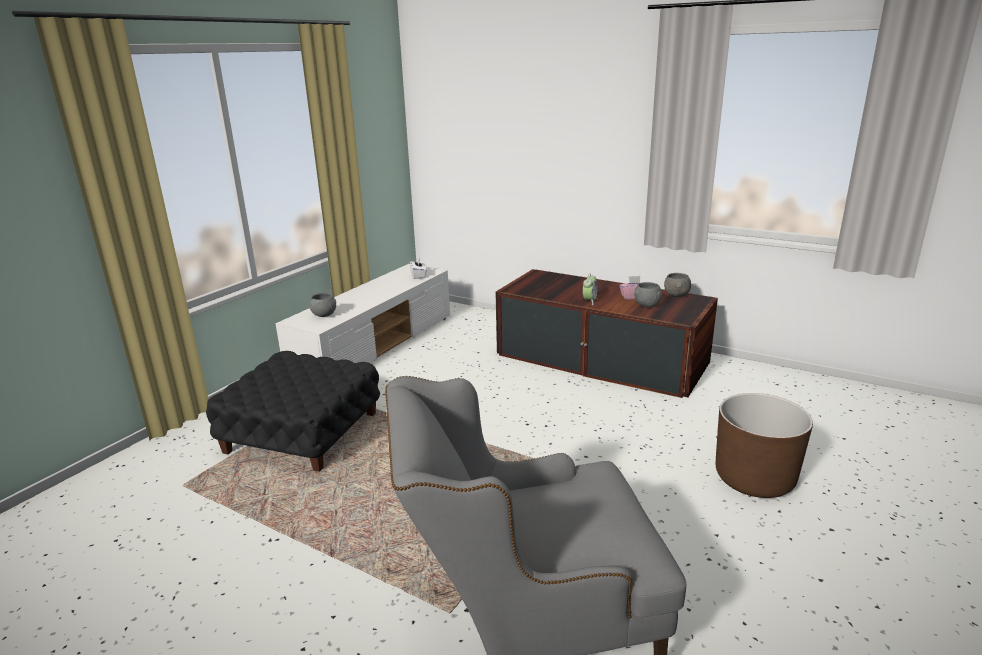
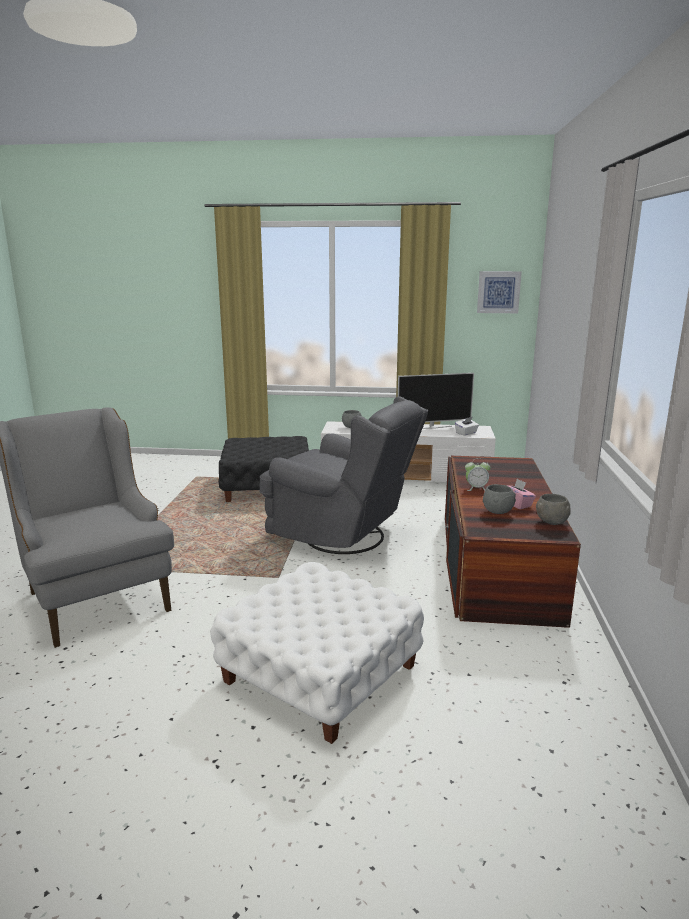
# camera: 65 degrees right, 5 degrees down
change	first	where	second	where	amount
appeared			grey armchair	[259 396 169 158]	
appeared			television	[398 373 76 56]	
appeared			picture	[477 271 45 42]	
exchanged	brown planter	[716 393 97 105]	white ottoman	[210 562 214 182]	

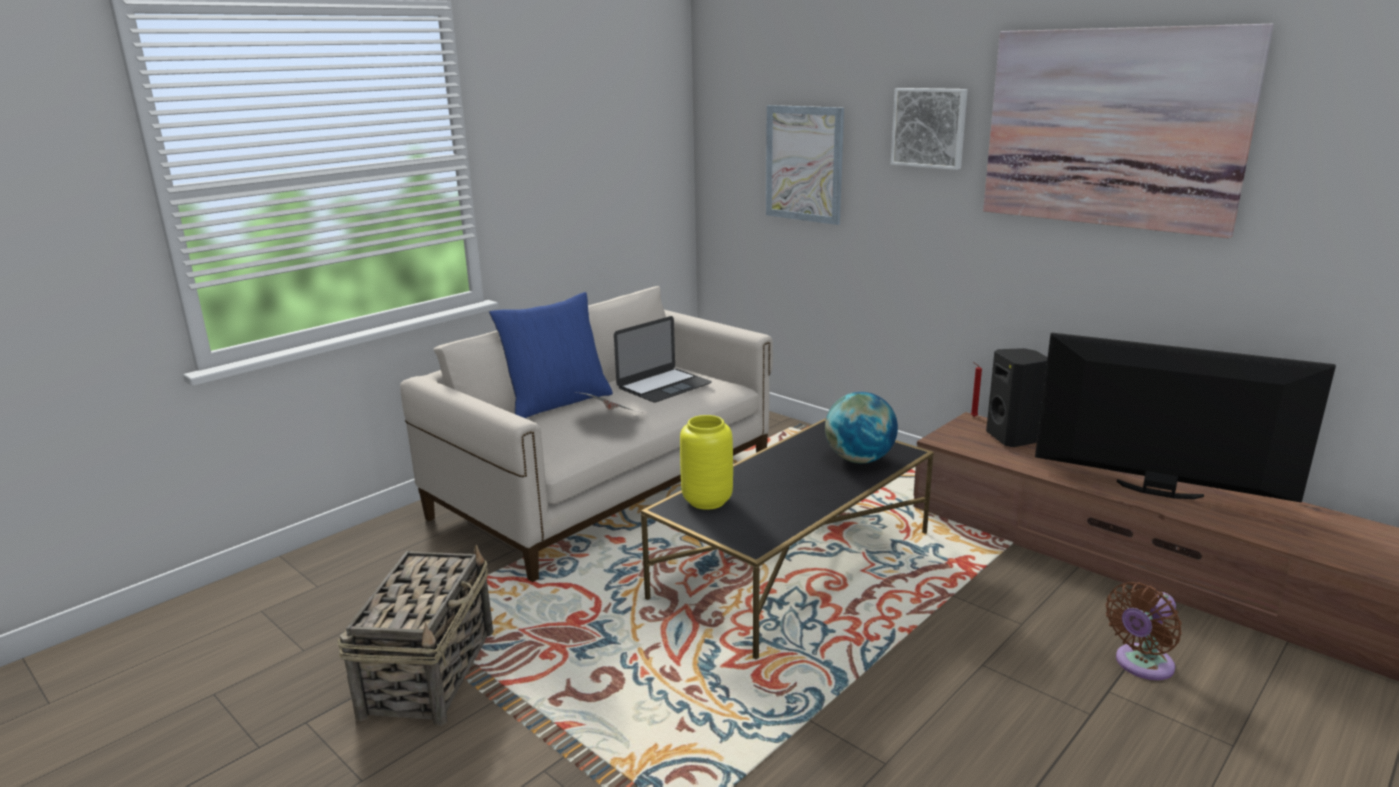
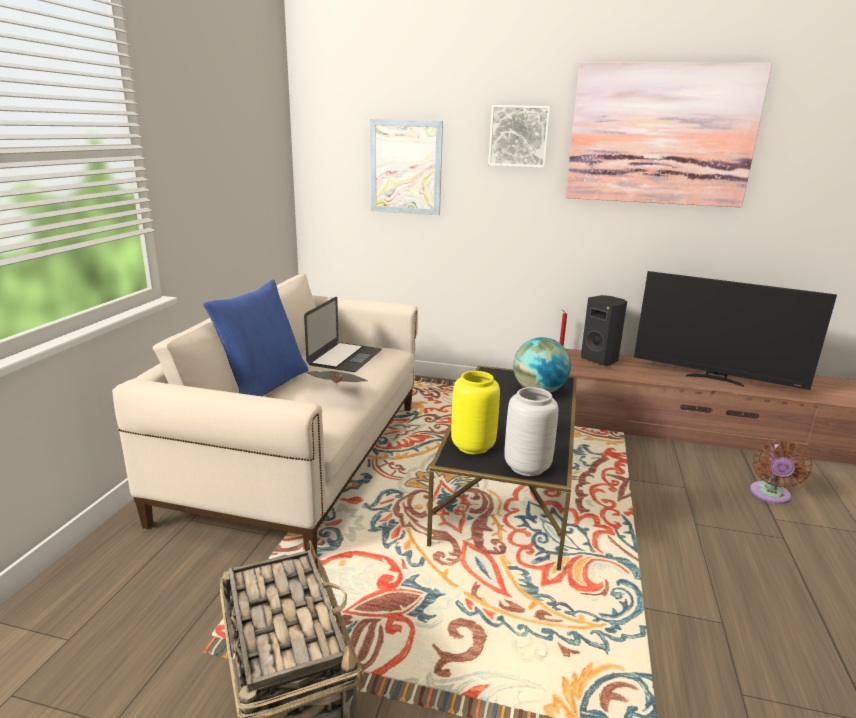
# camera: 30 degrees left, 0 degrees up
change	first	where	second	where	amount
appeared			grey vase	[504 387 54 89]	
spun	television	[1035 333 301 170]		[634 271 203 119]	150 degrees counterclockwise

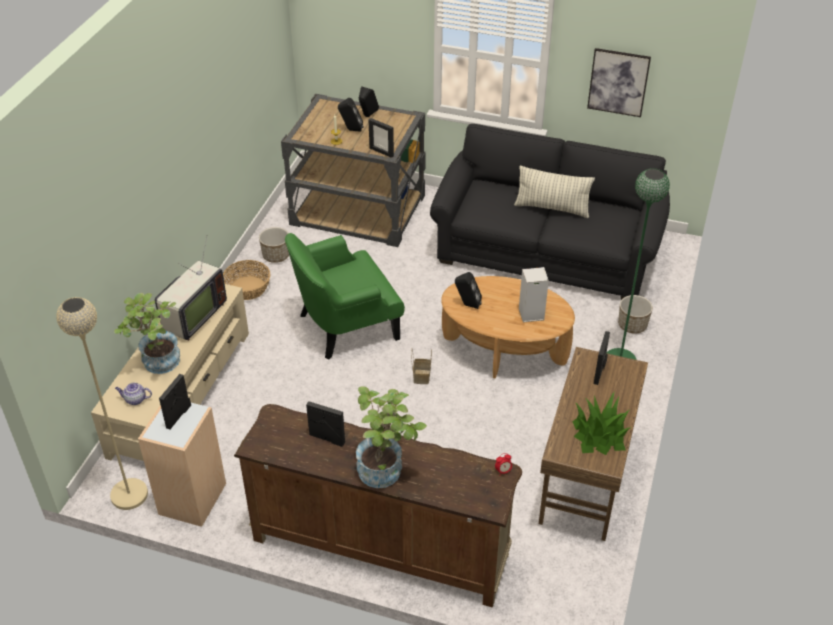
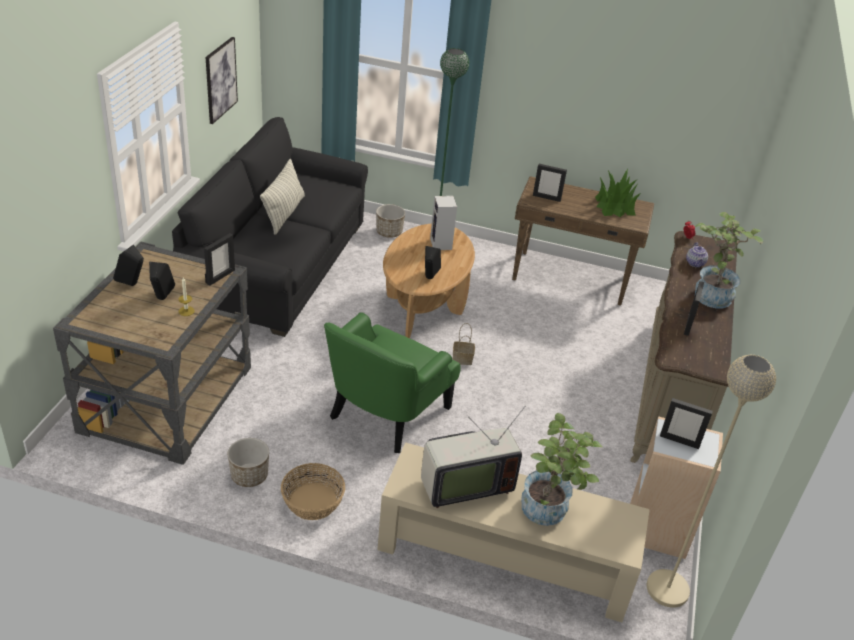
# camera: 95 degrees left, 5 degrees down
change	first	where	second	where	amount
relocated	teapot	[115 383 37 22]		[686 242 22 25]	
spun	television	[155 235 72 106]		[421 405 105 103]	135 degrees clockwise
spun	green armchair	[285 233 120 127]		[324 312 137 141]	60 degrees clockwise

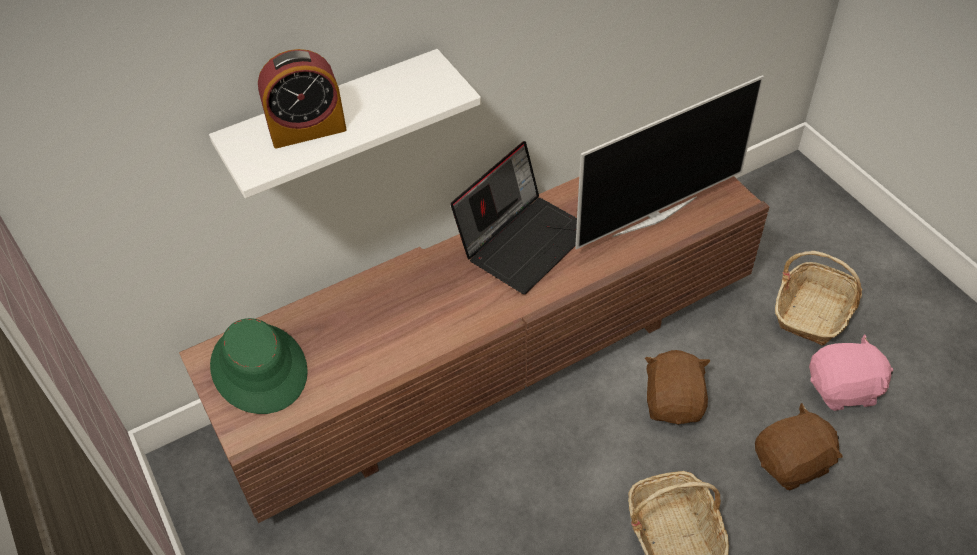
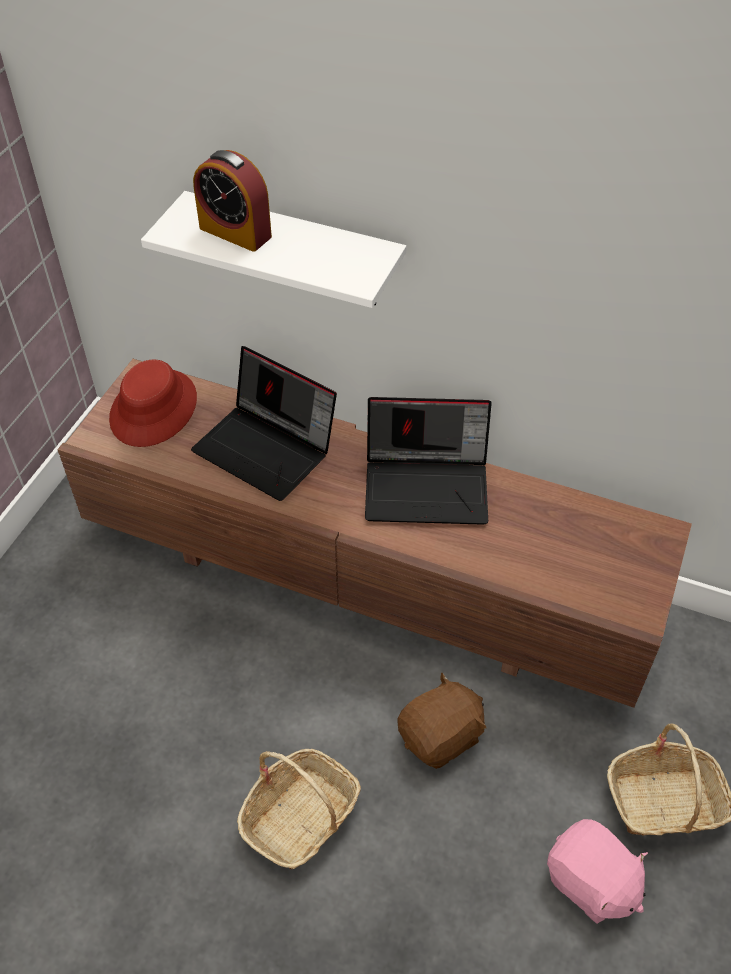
# camera: 50 degrees right, 0 degrees up
change	first	where	second	where	amount
missing	television	[575 75 189 174]			
missing	brown plush toy	[755 403 88 87]			
appeared			laptop	[191 346 146 155]	
colour	green hat	[210 318 98 96]	red hat	[109 359 88 88]	

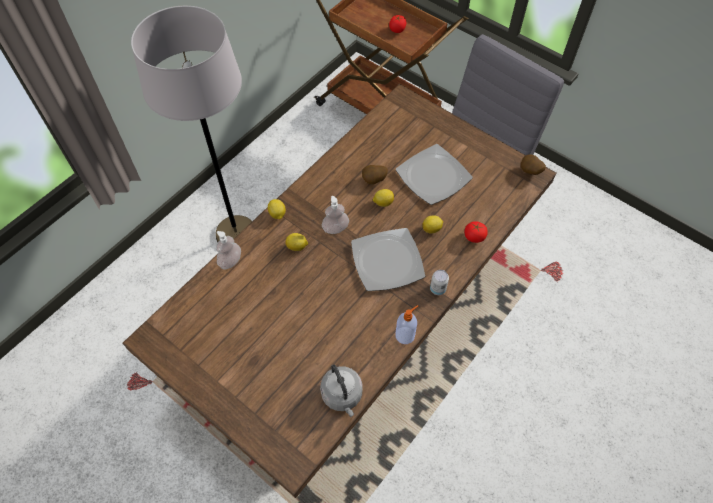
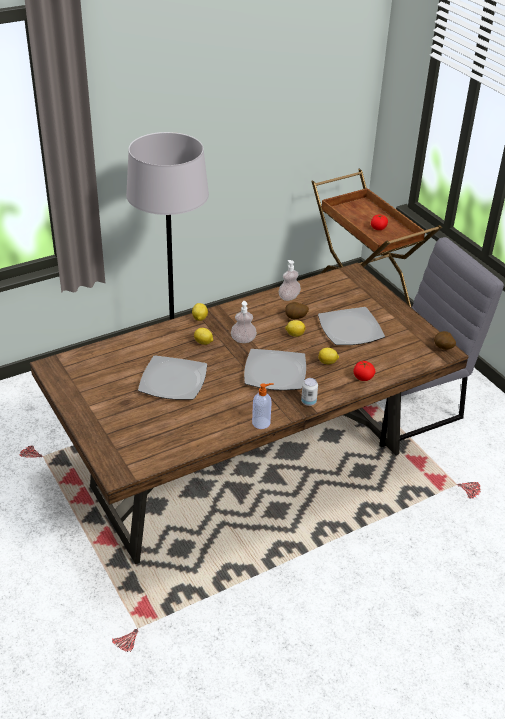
# camera: 20 degrees right, 20 degrees down
change	first	where	second	where	amount
missing	grey kettle	[320 365 43 52]			
appeared			plate	[138 356 69 44]	
relocated	soap dispenser	[216 231 25 38]		[279 260 22 41]	

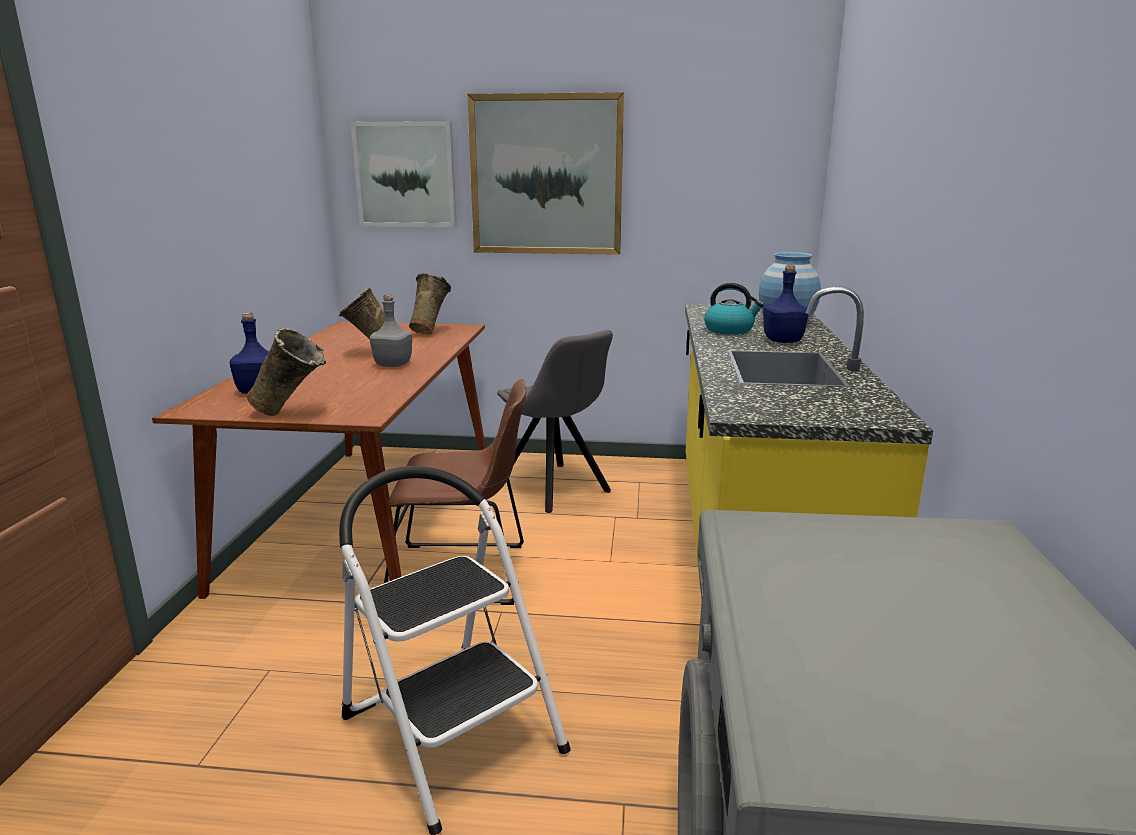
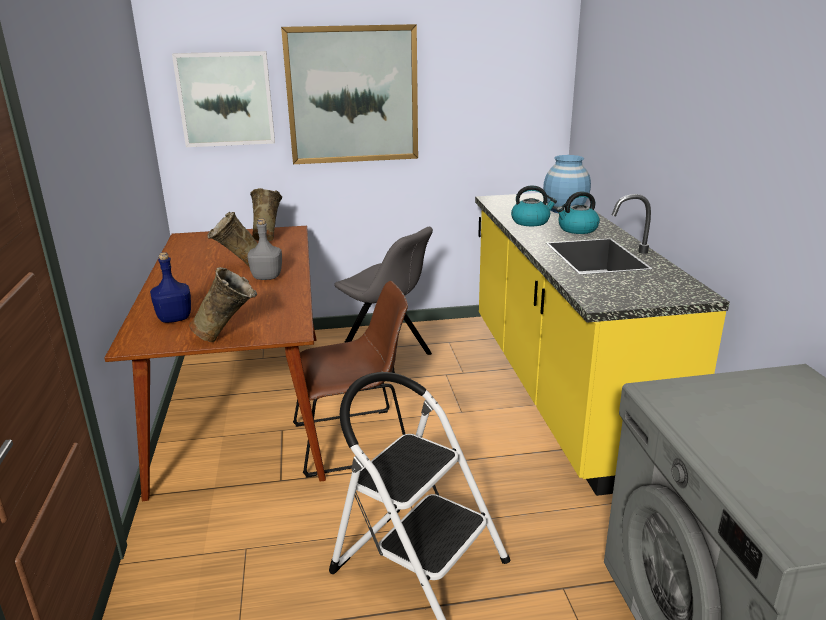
# camera: 15 degrees left, 5 degrees up
change	first	where	second	where	amount
exchanged	blue bottle	[763 265 45 78]	kettle	[556 192 44 42]	

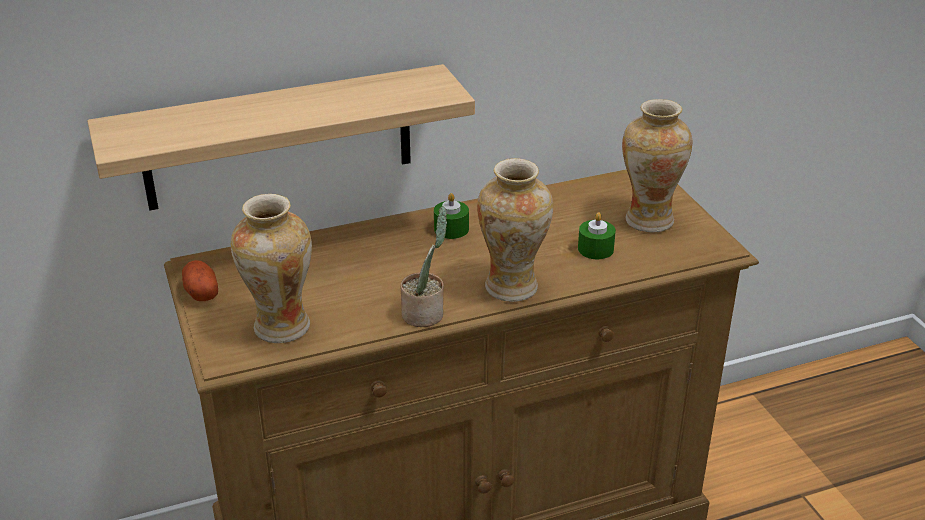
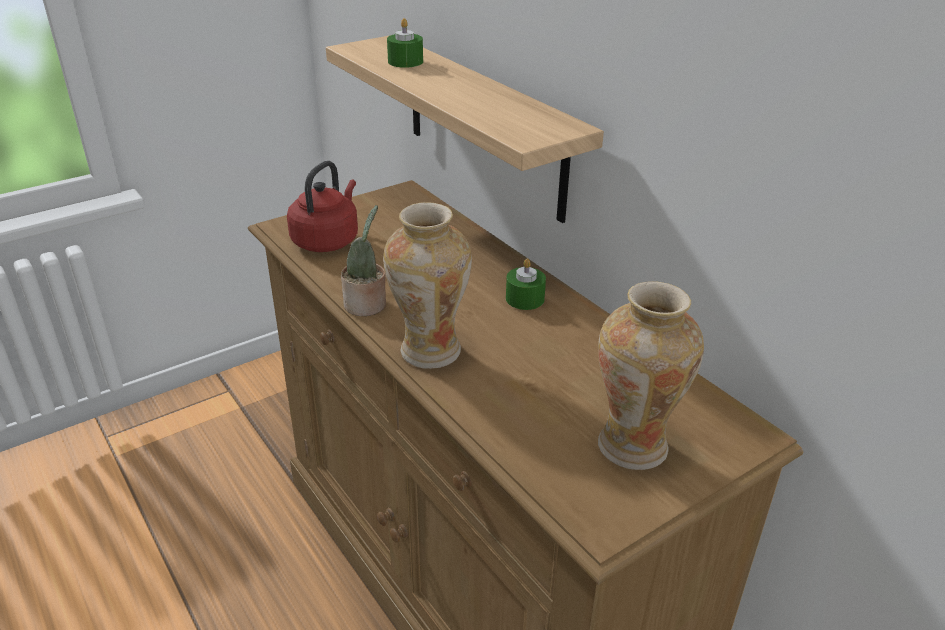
# camera: 75 degrees right, 0 degrees up
change	first	where	second	where	amount
missing	potato	[182 260 36 41]			
relocated	green candle	[578 212 38 47]		[387 18 36 50]	
exchanged	vase	[231 194 81 149]	red kettle	[287 161 71 91]	

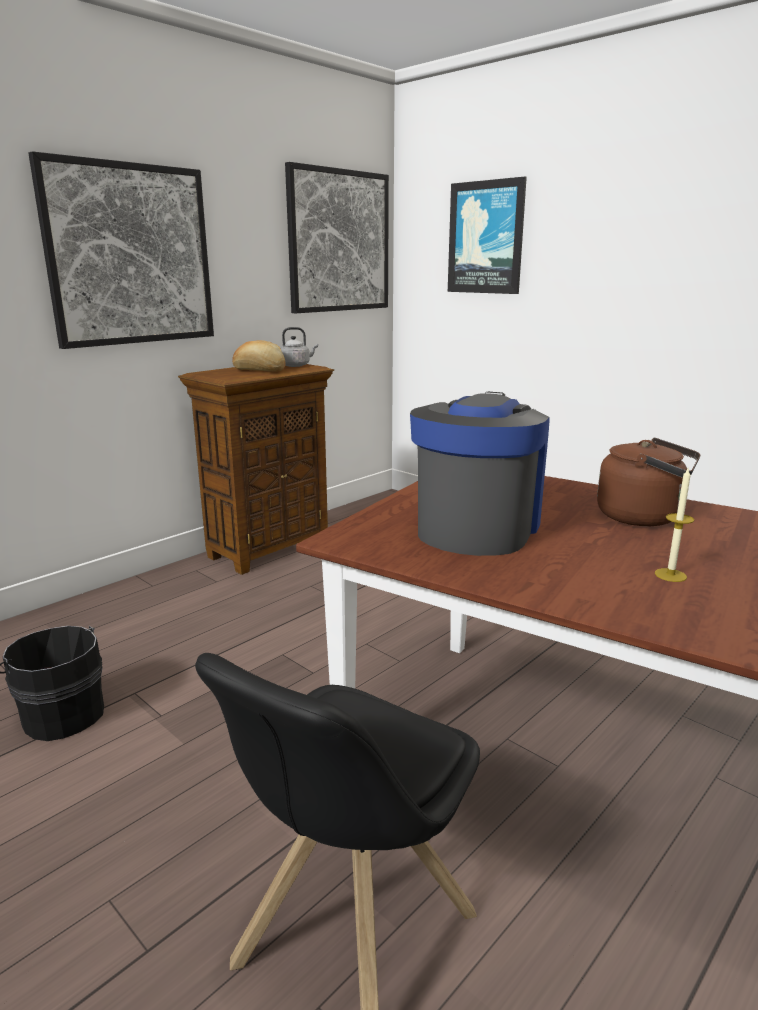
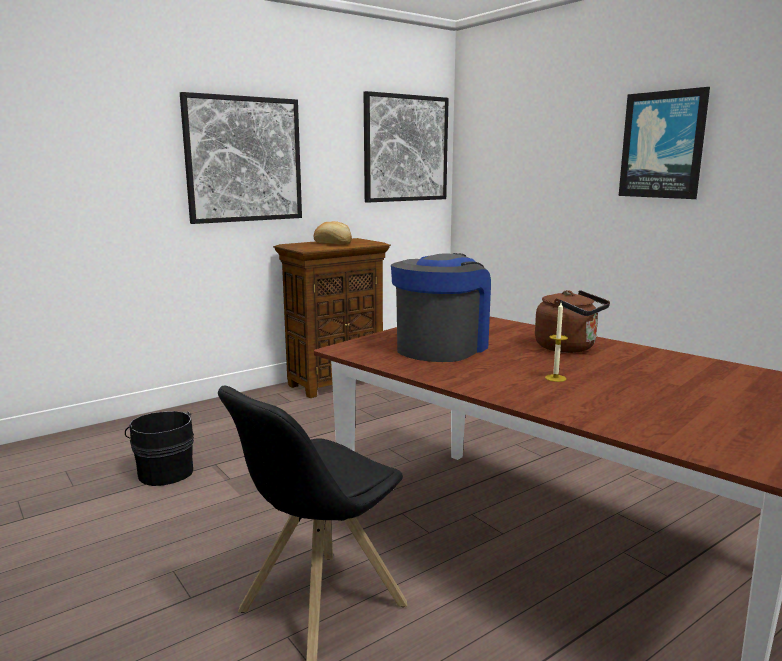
# camera: 10 degrees right, 5 degrees down
change	first	where	second	where	amount
missing	grey kettle	[280 327 38 40]			
relocated	picture	[448 177 79 117]		[619 87 91 112]	

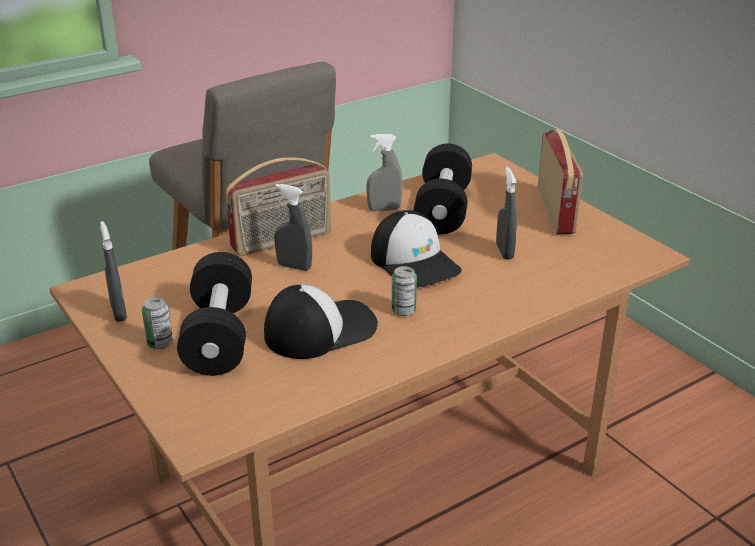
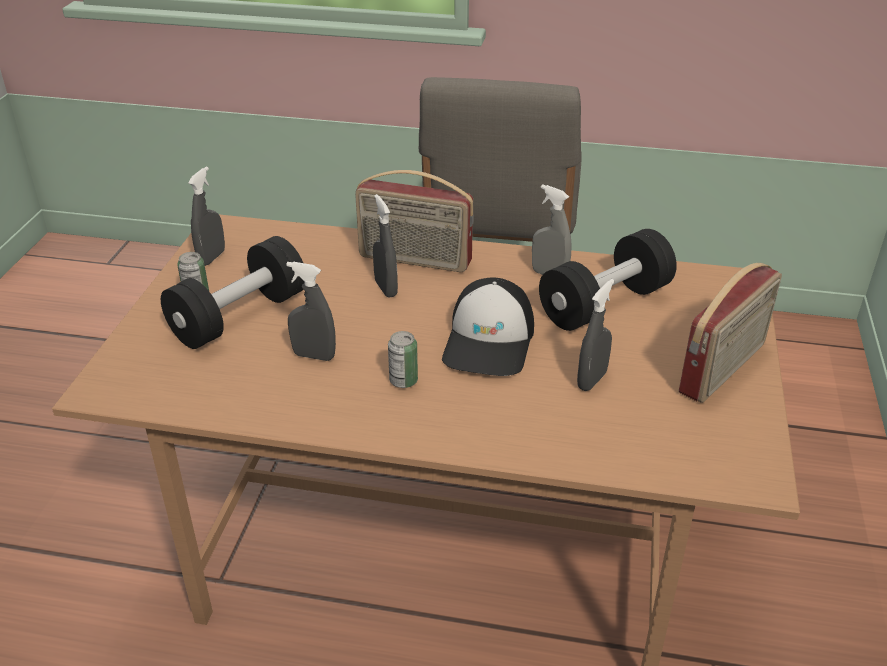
# camera: 45 degrees right, 5 degrees up
change	first	where	second	where	amount
exchanged	cap	[264 285 114 74]	grey spray bottle	[286 262 50 99]	

